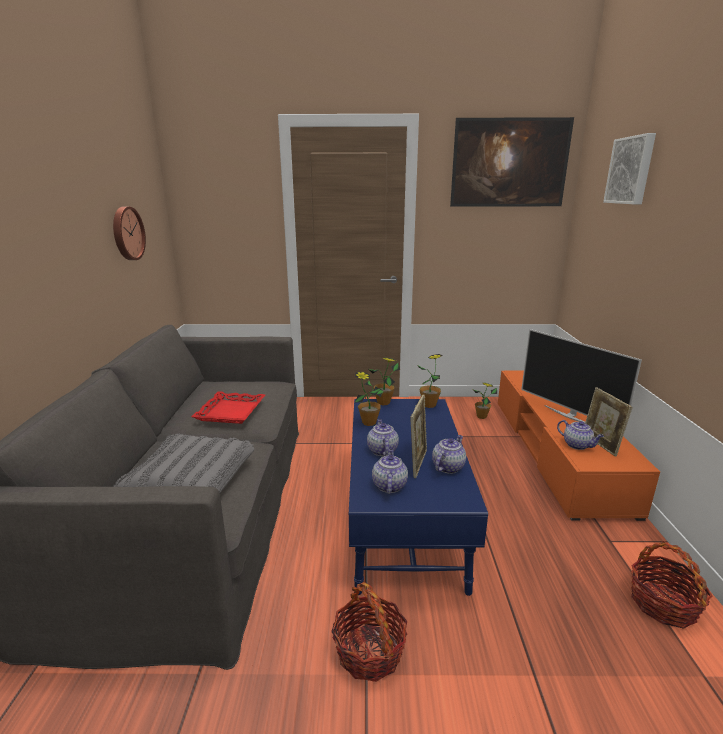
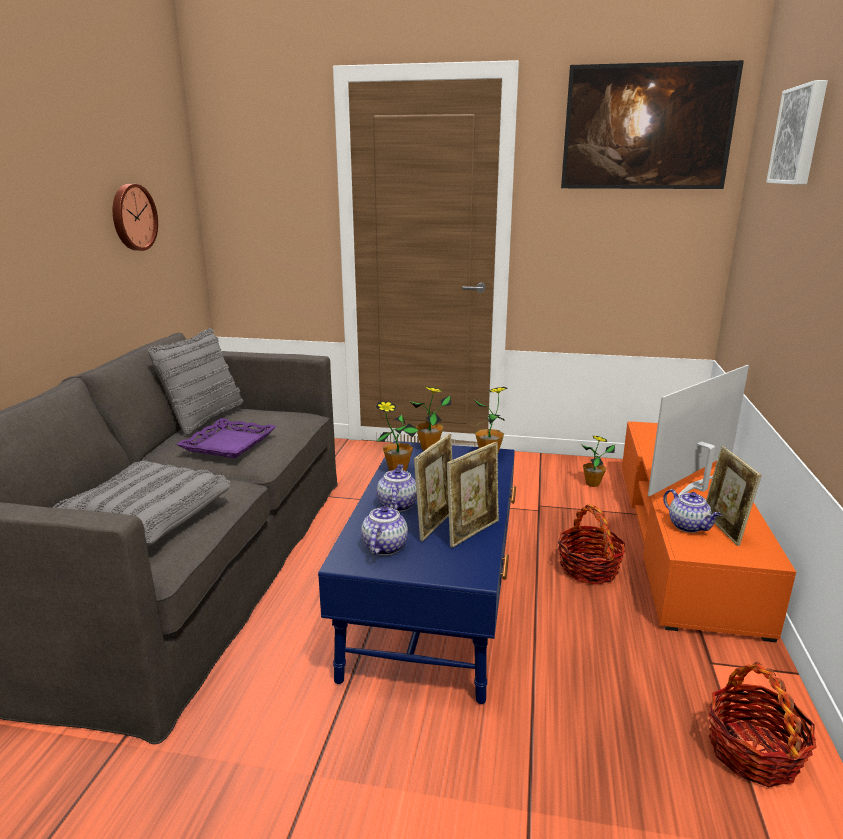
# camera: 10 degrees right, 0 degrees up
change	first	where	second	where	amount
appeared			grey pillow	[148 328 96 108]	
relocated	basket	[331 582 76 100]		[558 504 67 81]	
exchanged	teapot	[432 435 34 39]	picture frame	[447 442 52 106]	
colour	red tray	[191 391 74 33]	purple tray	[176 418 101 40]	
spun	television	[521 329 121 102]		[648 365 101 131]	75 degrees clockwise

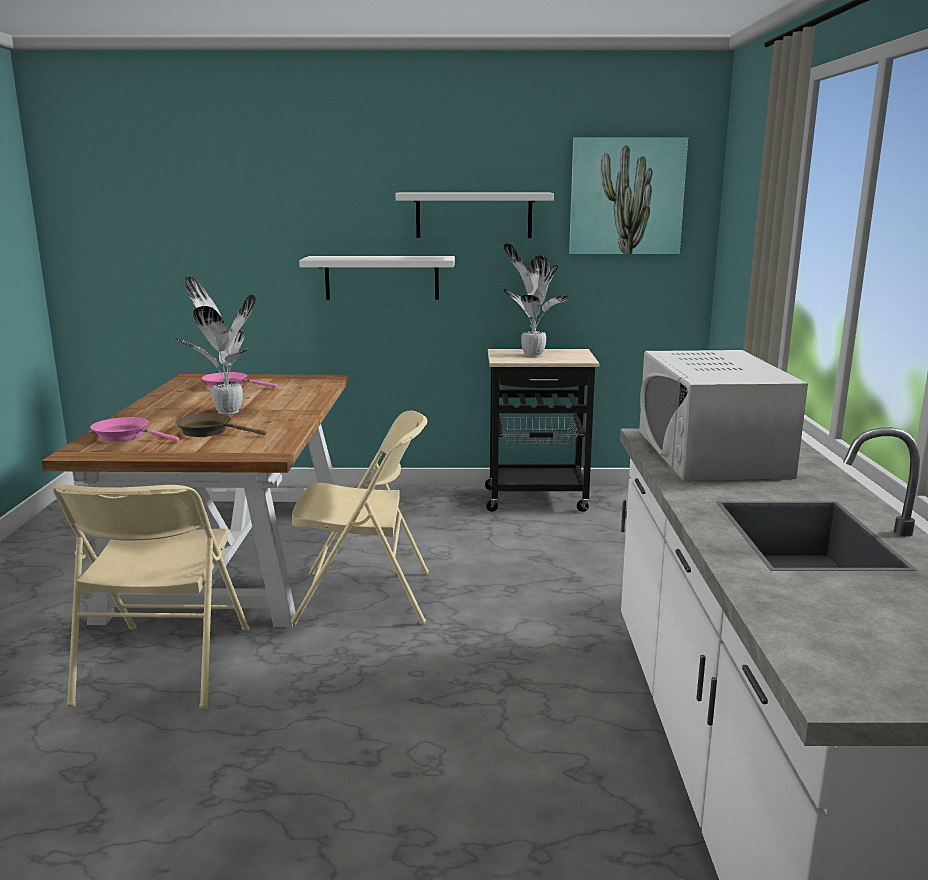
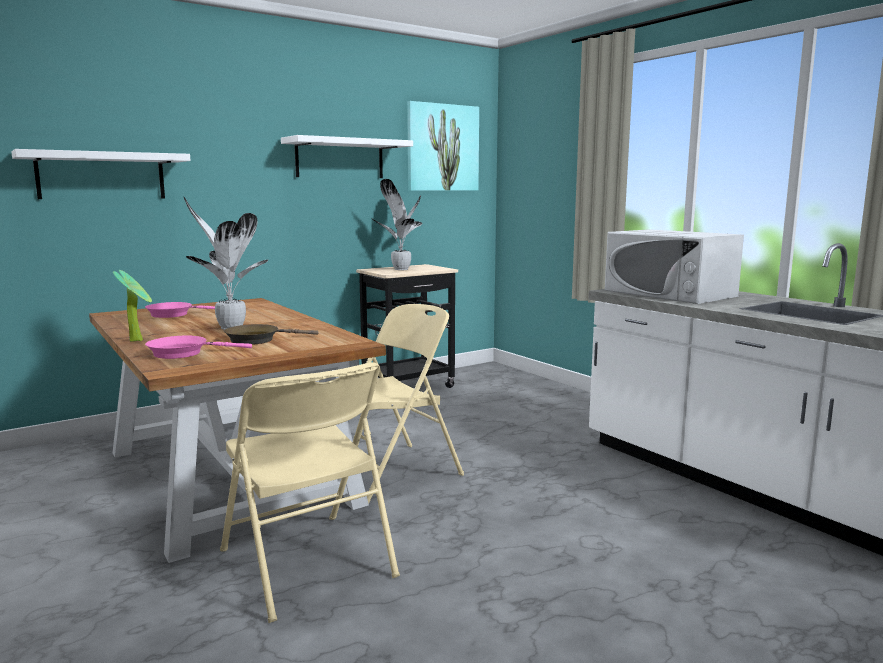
# camera: 35 degrees left, 5 degrees down
change	first	where	second	where	amount
appeared			potted plant	[113 270 39 72]	
relocated	white shelf	[299 256 156 44]		[11 149 180 50]	

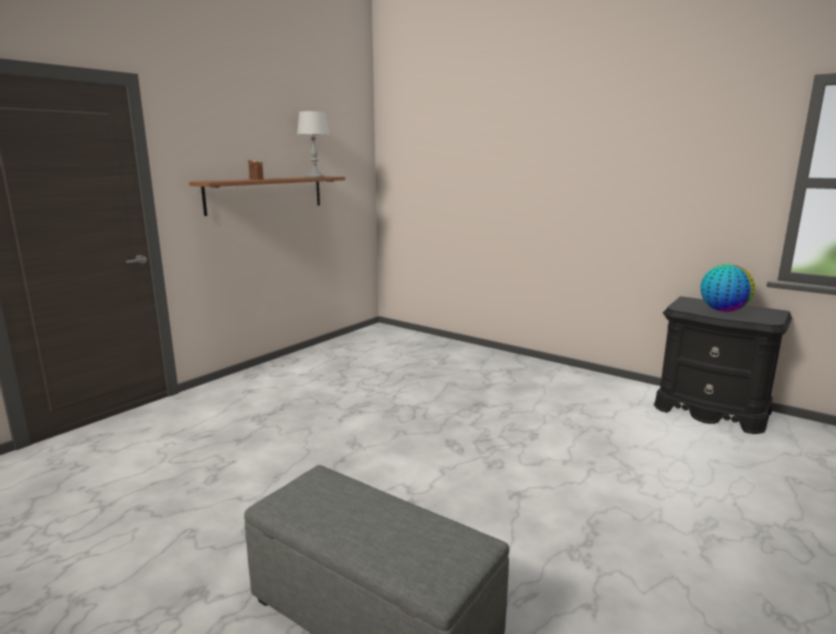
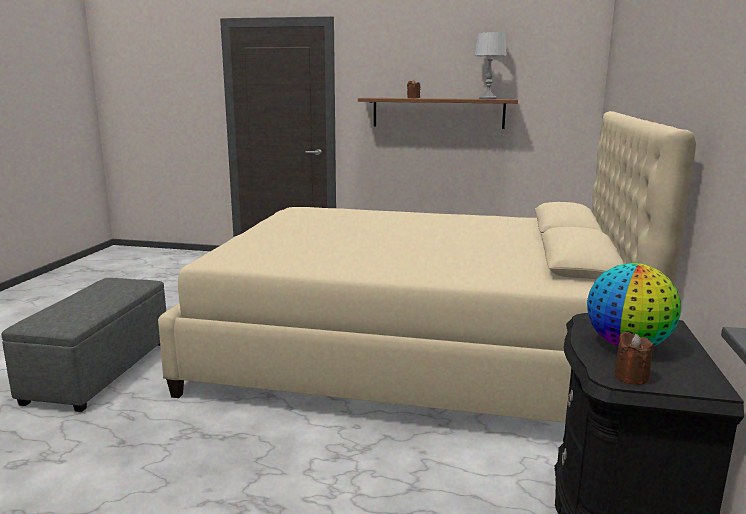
# camera: 65 degrees right, 0 degrees up
change	first	where	second	where	amount
appeared			beige bed	[158 111 538 312]	
appeared			brown candle	[615 332 39 53]	

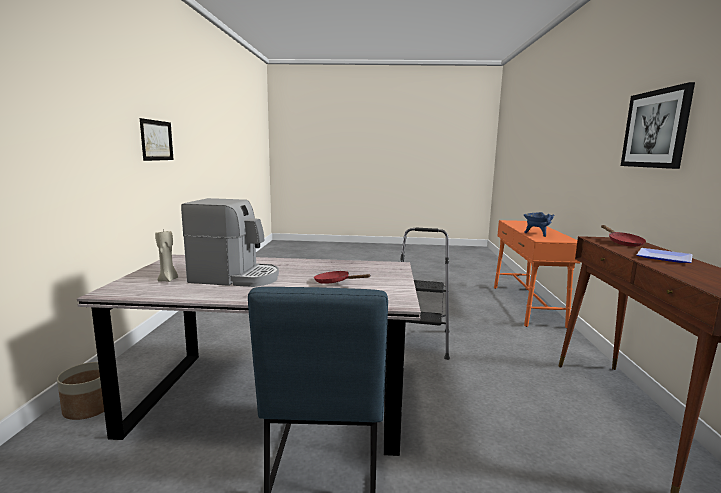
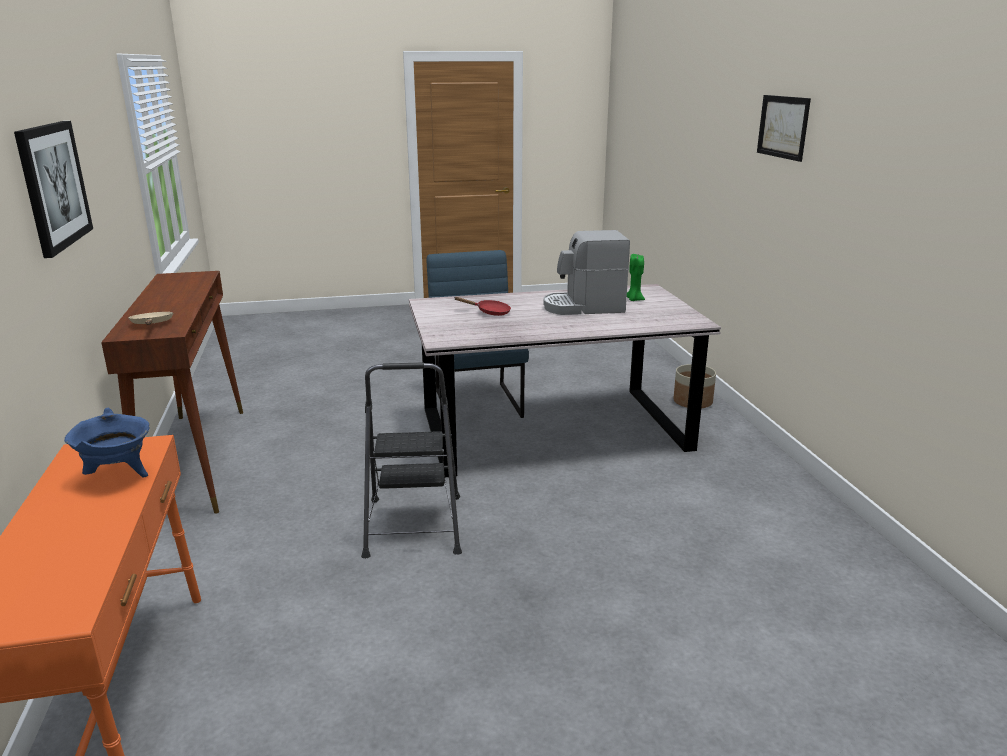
# camera: 165 degrees right, 10 degrees up
change	first	where	second	where	amount
missing	plate	[637 248 56 15]			
relocated	picture	[140 118 34 43]		[757 95 54 67]	
colour	beige candle	[155 229 23 53]	green candle	[627 254 18 47]	
colour	red frying pan	[601 225 45 22]	beige frying pan	[128 312 45 13]	

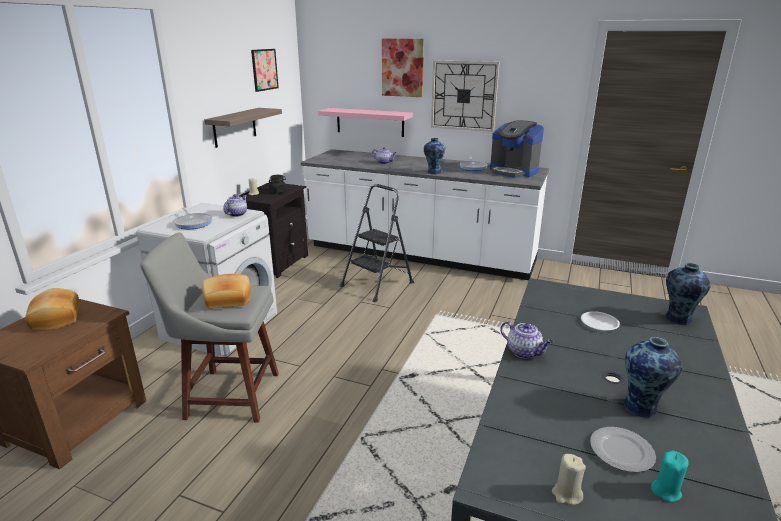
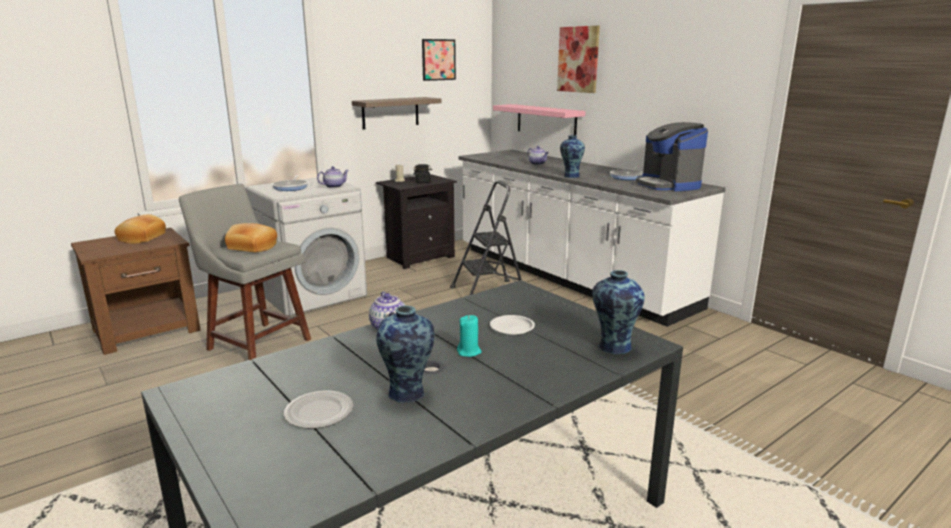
# camera: 30 degrees right, 5 degrees down
change	first	where	second	where	amount
missing	wall clock	[431 60 69 72]			
missing	beige candle	[552 454 34 51]			
relocated	turquoise candle	[651 451 37 51]		[457 315 25 42]	

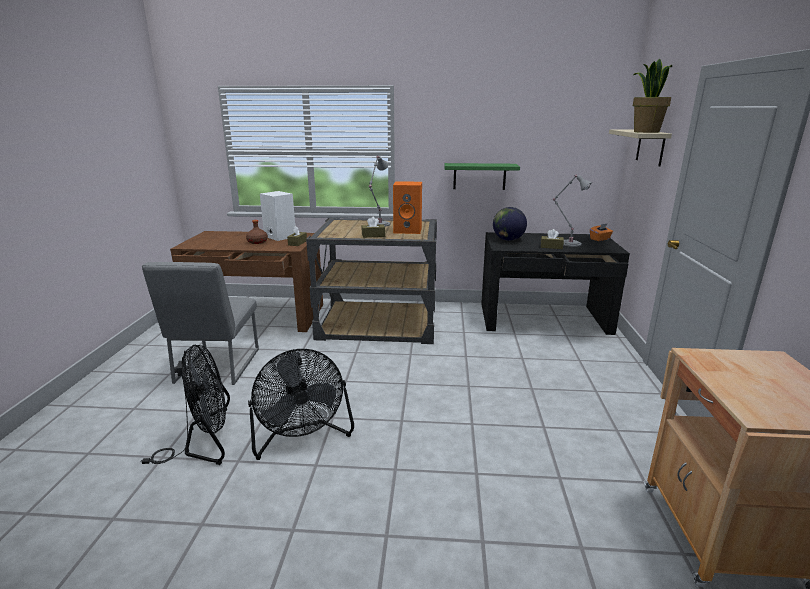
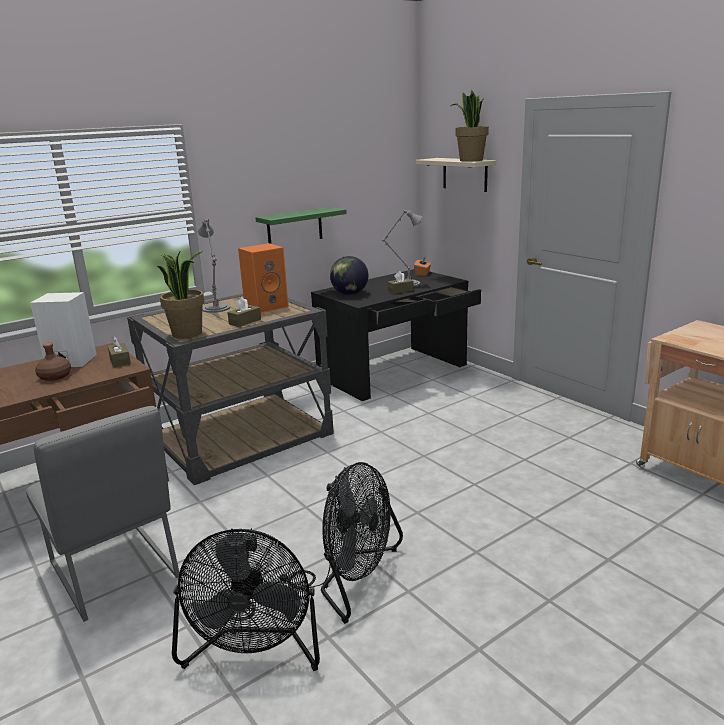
# camera: 40 degrees left, 0 degrees up
change	first	where	second	where	amount
appeared			potted plant	[158 250 46 88]	
spun	black fan	[140 345 90 120]		[172 528 148 143]	150 degrees clockwise

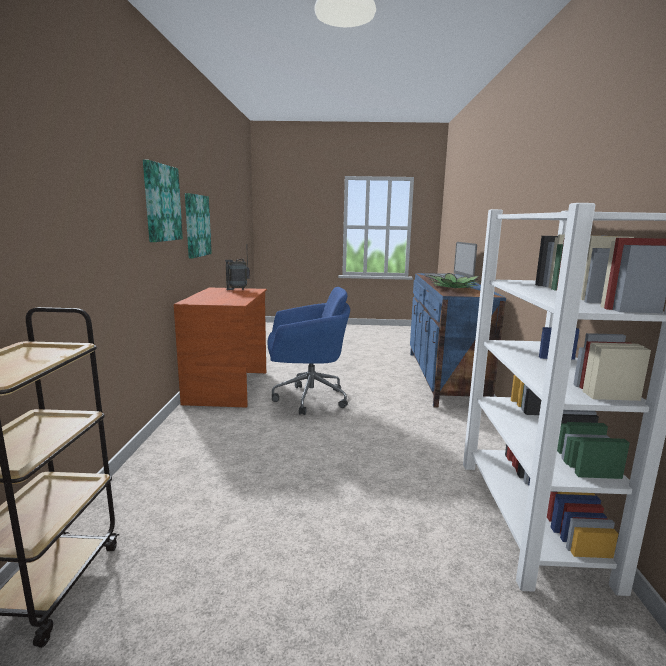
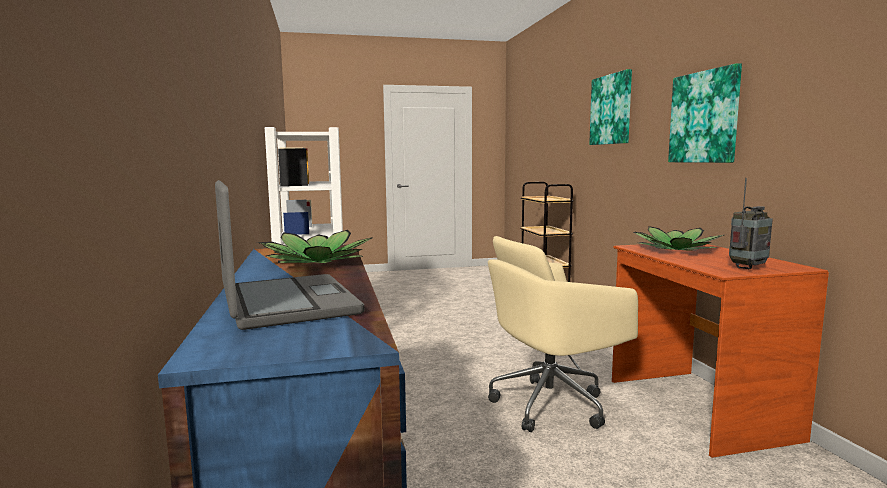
# camera: 165 degrees right, 5 degrees down
change	first	where	second	where	amount
appeared			potted plant	[634 226 90 25]	
relocated	picture	[185 193 27 65]		[589 69 43 76]	
colour	blue office chair	[267 287 83 128]	beige office chair	[488 236 150 196]	

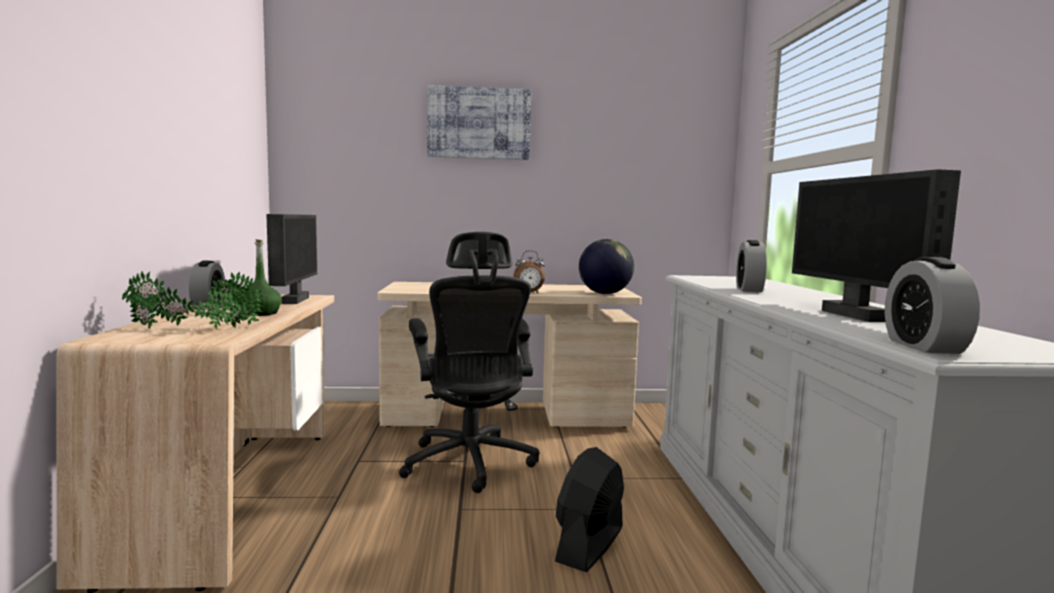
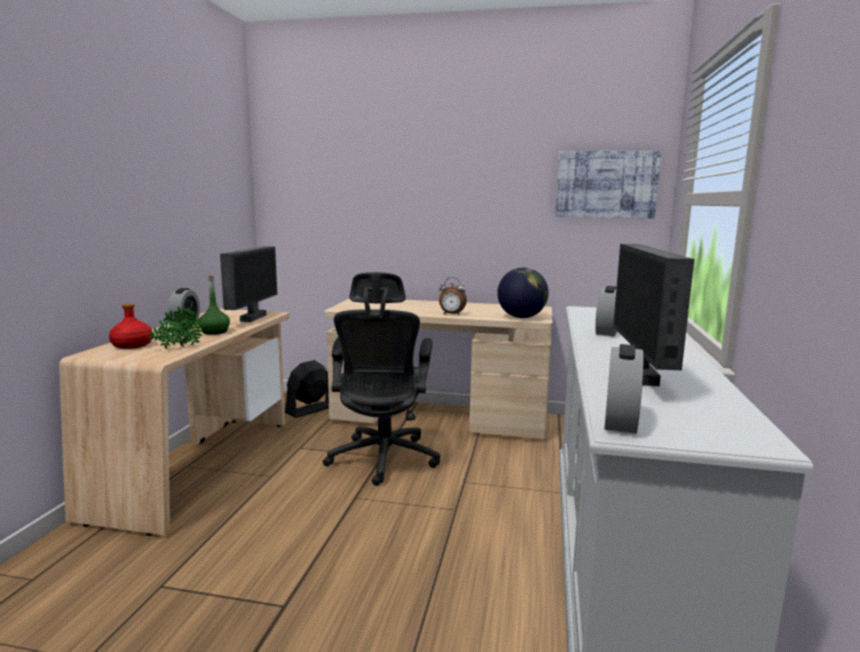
# camera: 15 degrees right, 5 degrees up
change	first	where	second	where	amount
relocated	picture	[427 85 104 75]		[555 151 106 68]	
relocated	black fan	[555 447 69 125]		[285 360 44 58]	
exchanged	potted plant	[122 271 73 58]	red bottle	[109 303 44 46]	

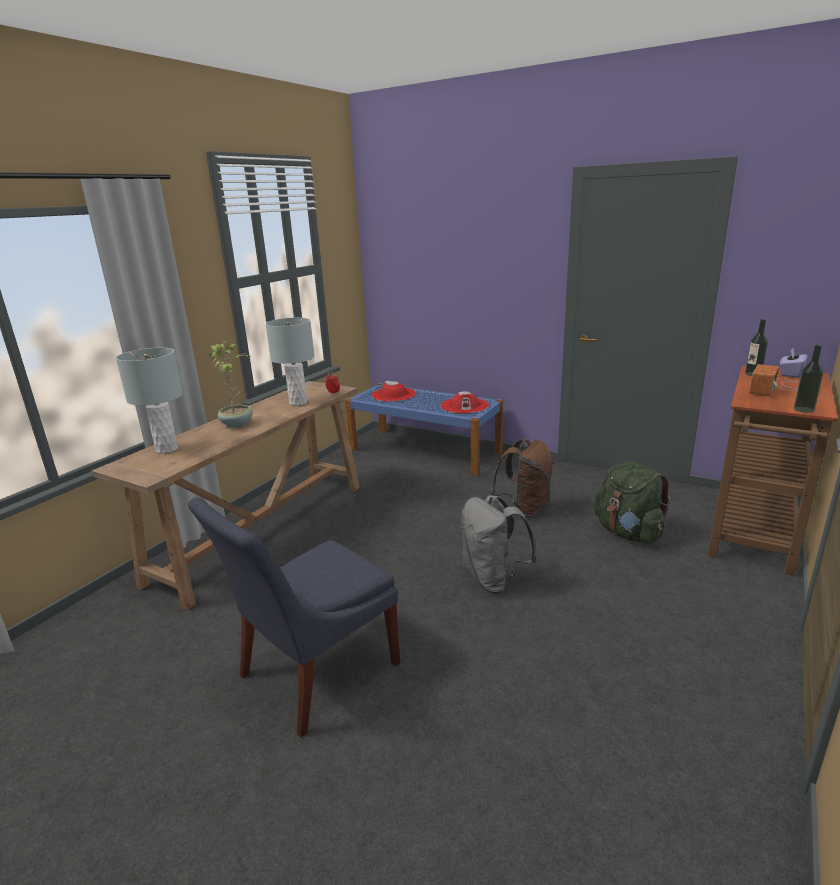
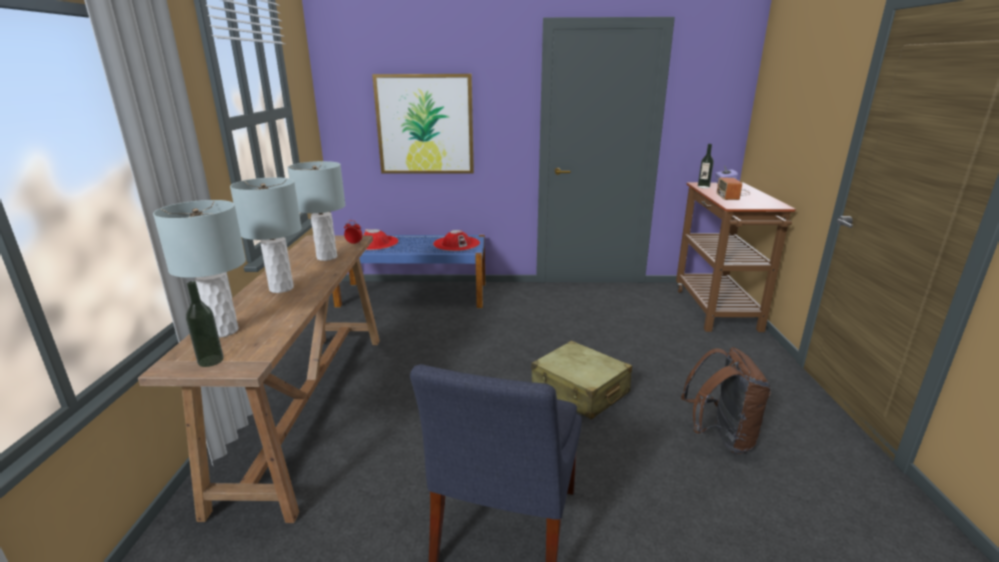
# camera: 30 degrees left, 0 degrees up
change	first	where	second	where	amount
missing	green backpack	[594 461 76 82]			
appeared			picture	[372 74 102 99]	
relocated	brown backpack	[491 439 62 79]		[681 347 90 107]	
relocated	bottle	[794 345 29 68]		[186 281 38 86]	
exchanged	potted plant	[209 342 44 86]	grey table lamp	[230 177 72 116]	
exchanged	grey backpack	[461 495 76 98]	beige suitcase	[531 341 101 78]	

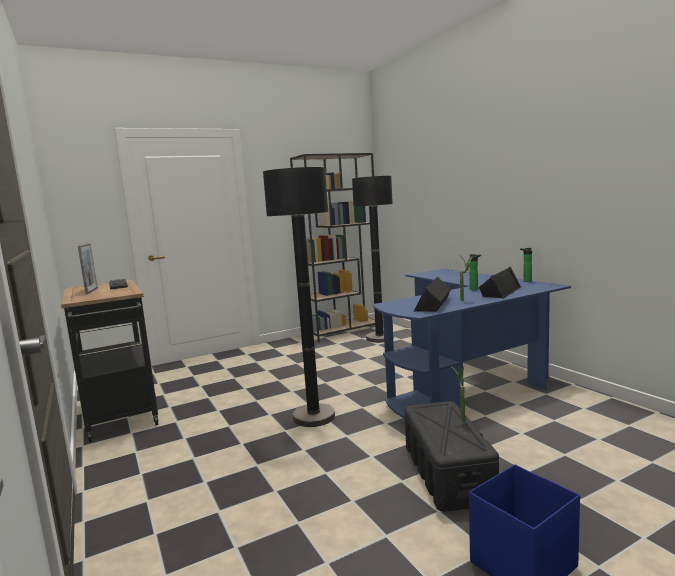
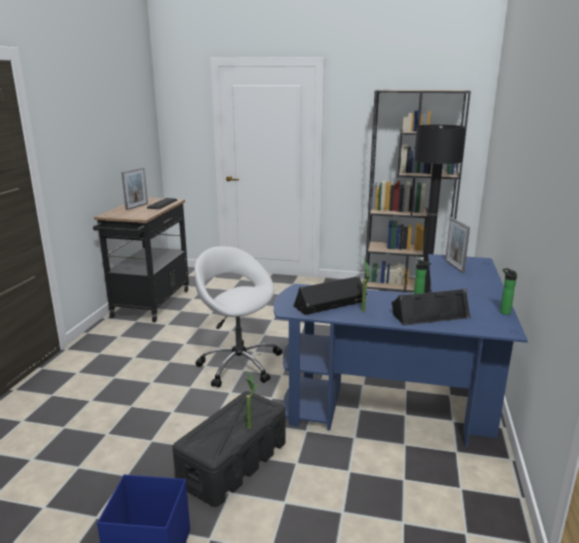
# camera: 40 degrees right, 10 degrees up
change	first	where	second	where	amount
appeared			picture frame	[445 217 25 56]	
exchanged	black floor lamp	[263 167 72 260]	white office chair	[195 246 87 142]	

